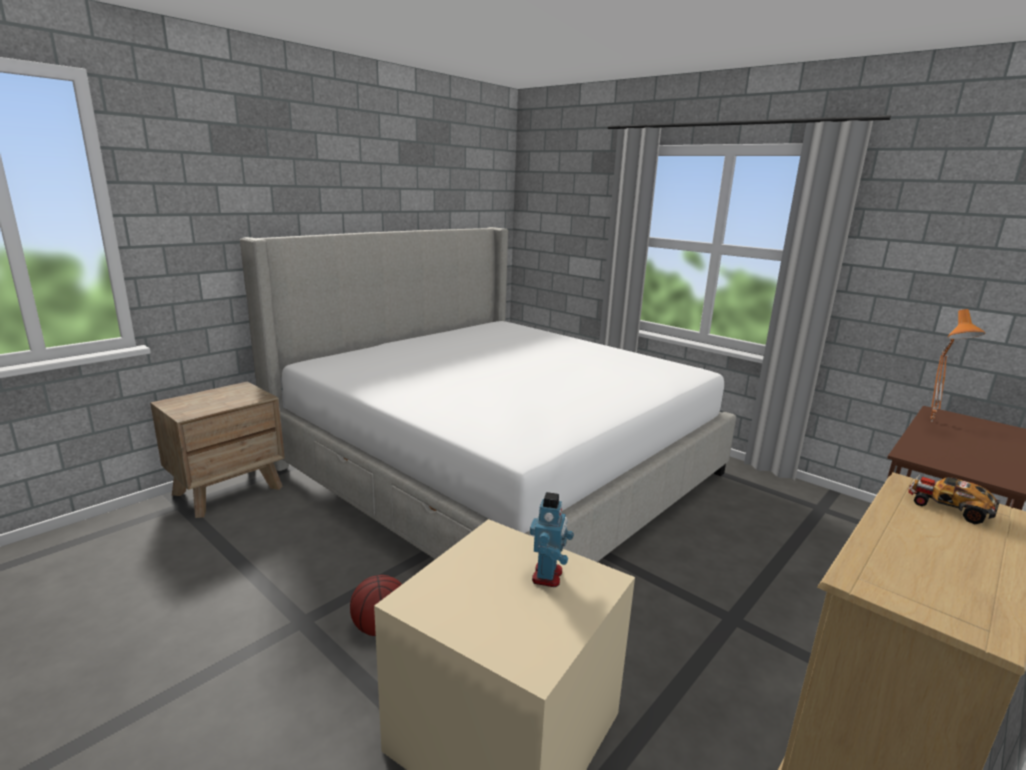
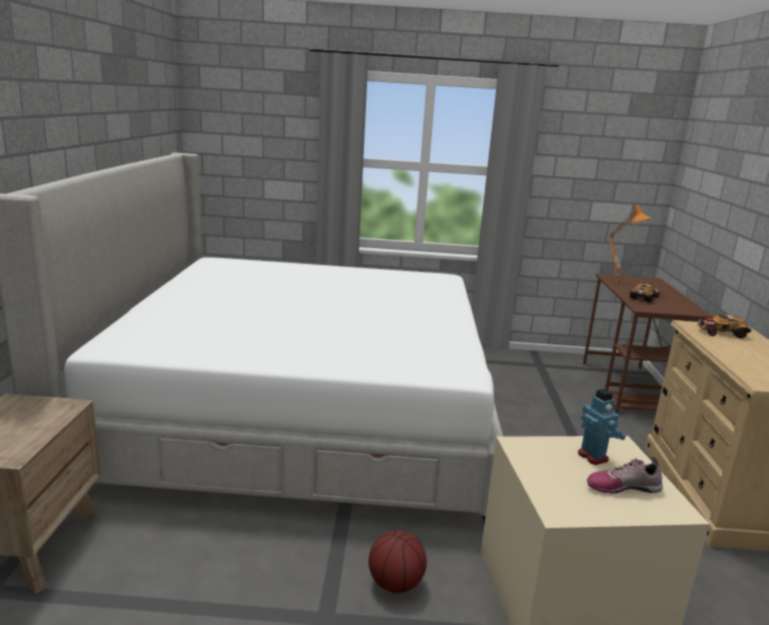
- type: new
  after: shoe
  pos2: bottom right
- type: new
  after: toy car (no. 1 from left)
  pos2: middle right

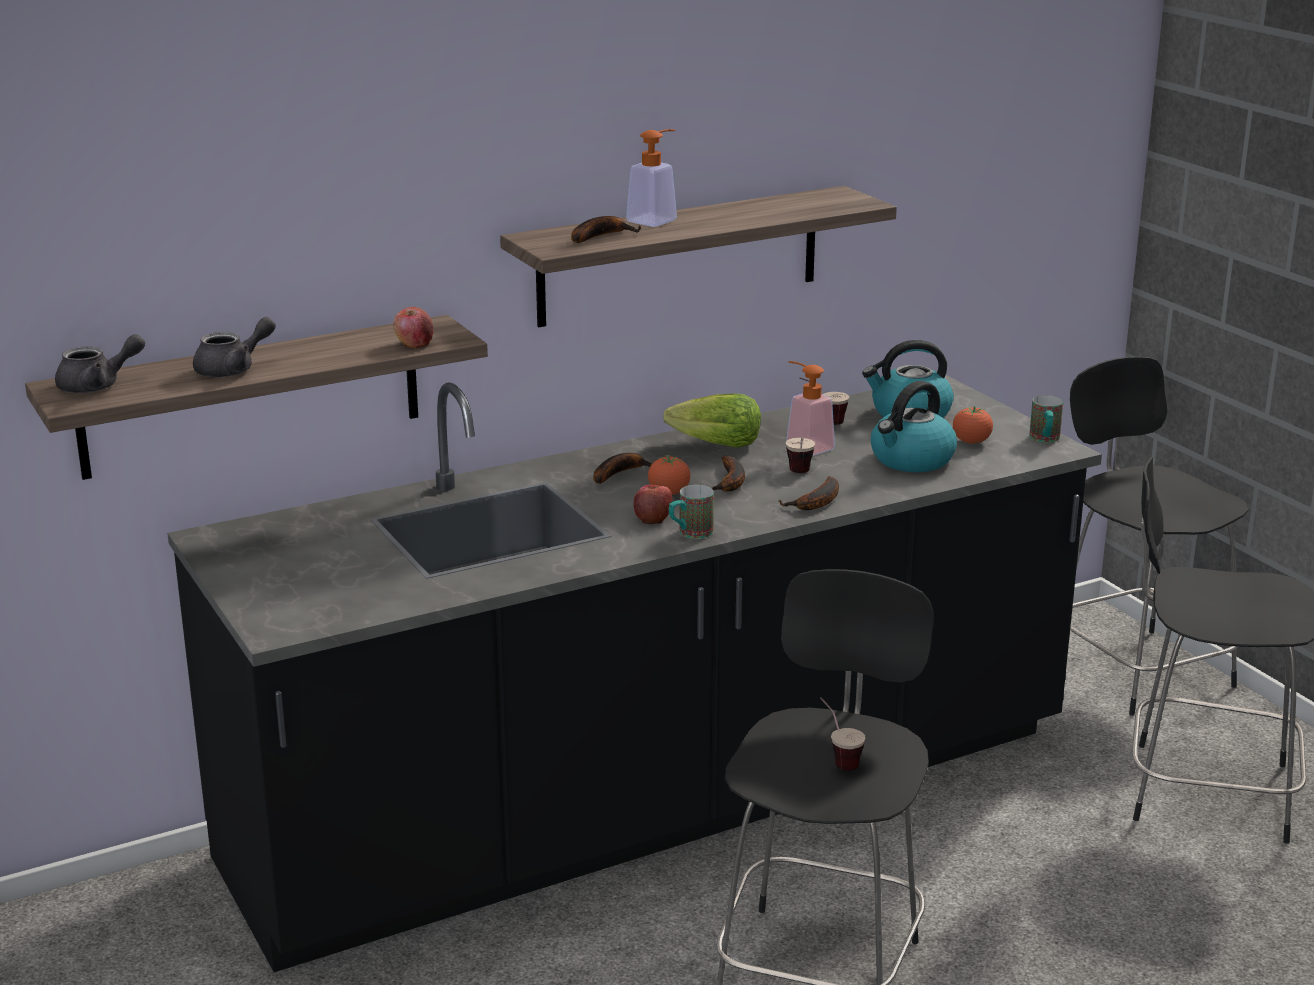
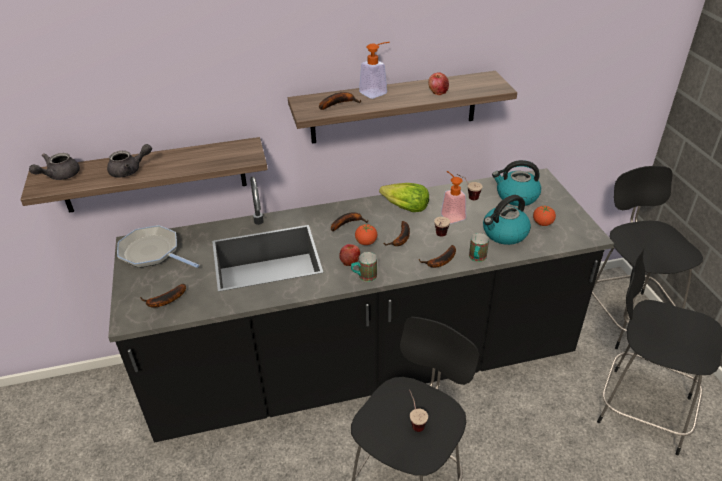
- type: new
  after: frying pan
  pos2: middle left
- type: new
  after: banana (no. 1 from left)
  pos2: middle left
- type: shifted
  before: apple (no. 1 from left in the first image)
  after: apple (no. 2 from left)
  pos1: top left
  pos2: top centre
- type: shifted
  before: mug (no. 2 from left)
  pos1: middle right
  pos2: centre
- type: rotated
  before: grey teapot (no. 1 from left)
  pos1: middle left
  pos2: middle left
  turn: 135

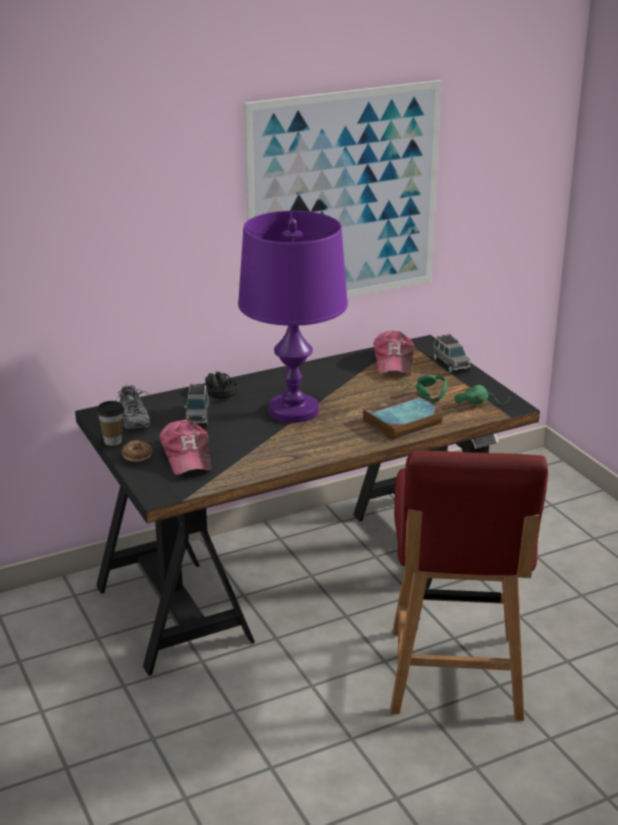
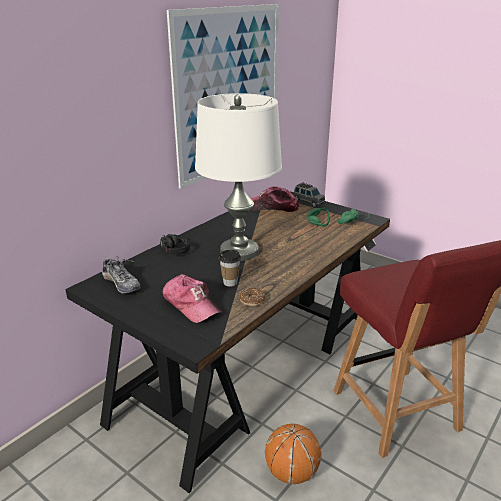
- type: gone
  before: grey toy car (no. 1 from left)
  pos1: middle left
- type: gone
  before: book
  pos1: centre
- type: new
  after: basketball
  pos2: bottom centre
- type: shifted
  before: cup
  pos1: middle left
  pos2: centre
- type: shifted
  before: donut
  pos1: middle left
  pos2: centre
- type: repainted
  before: purple table lamp
  after: white table lamp
  pos1: centre
  pos2: centre
- type: rotated
  before: cap (no. 2 from left)
  pos1: centre
  pos2: centre
  turn: 120

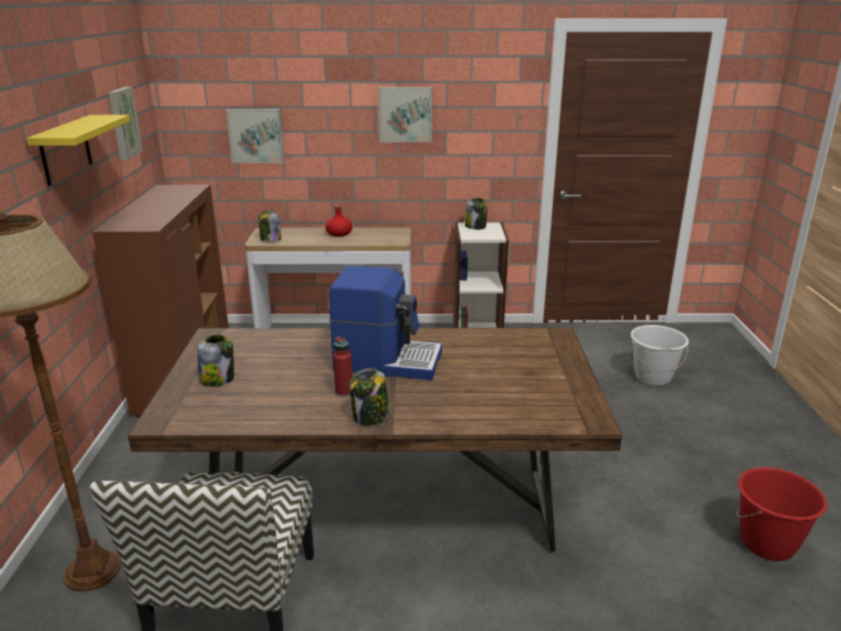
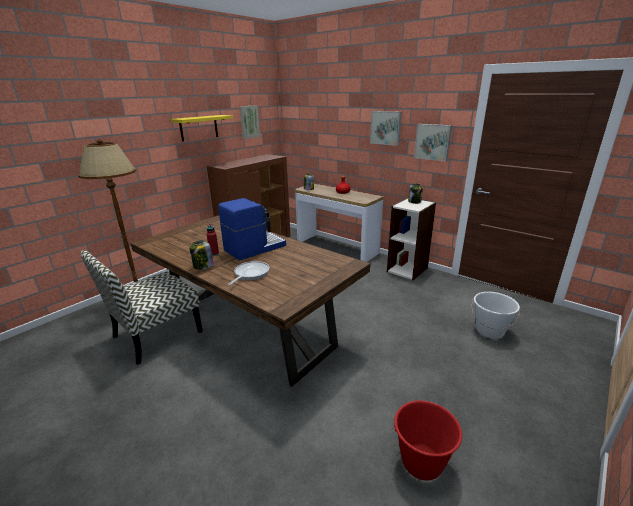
- type: gone
  before: jar (no. 1 from left)
  pos1: middle left
- type: new
  after: frying pan
  pos2: centre
- type: shifted
  before: picture (no. 2 from left in the first image)
  after: picture (no. 3 from left)
  pos1: top left
  pos2: top right
- type: rotated
  before: coffee machine
  pos1: centre
  pos2: centre
  turn: -90

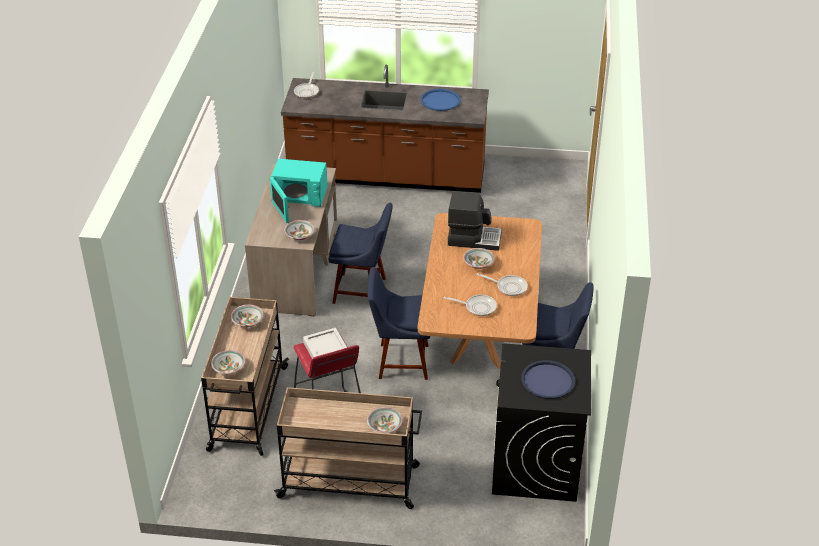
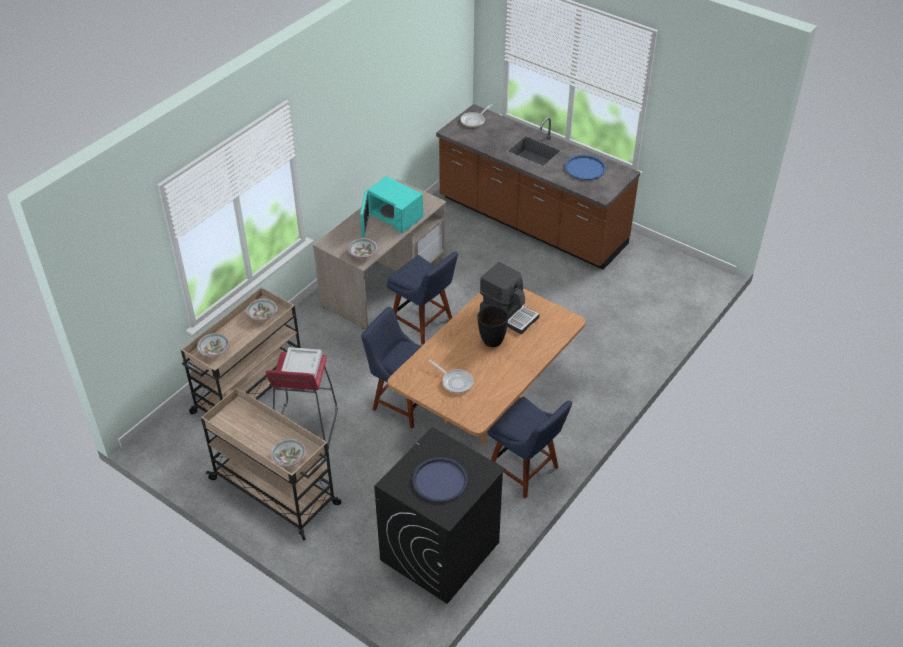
- type: gone
  before: frying pan (no. 3 from left)
  pos1: centre
- type: swapped
  before: bowl (no. 5 from left)
  after: black vase
  pos1: centre
  pos2: centre

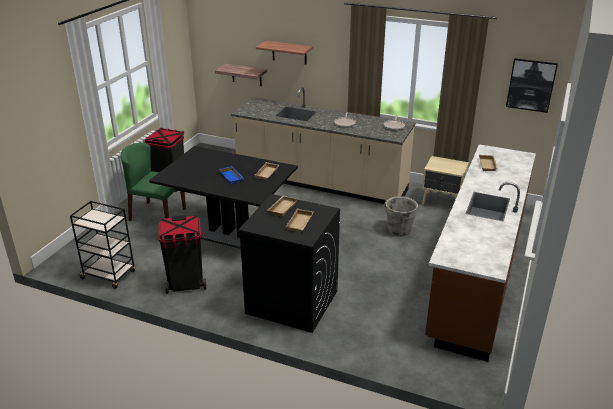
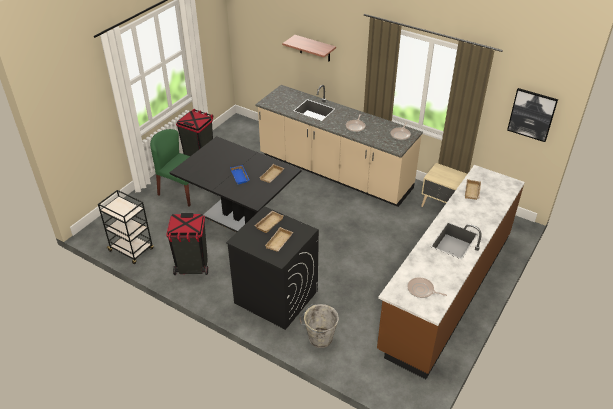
- type: gone
  before: shelf (no. 1 from left)
  pos1: top centre
- type: new
  after: frying pan (no. 3 from left)
  pos2: bottom right
- type: shifted
  before: grey bucket
  pos1: centre
  pos2: bottom centre

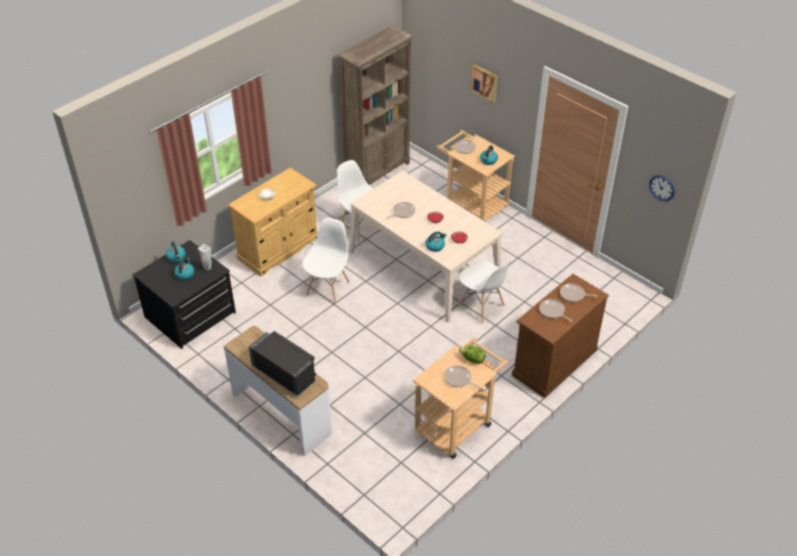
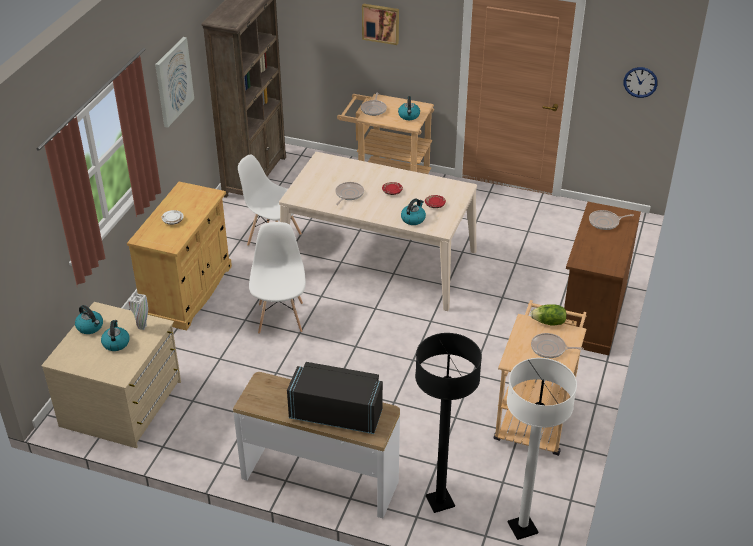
- type: gone
  before: white chair (no. 3 from left)
  pos1: centre
- type: gone
  before: frying pan (no. 4 from left)
  pos1: middle right
- type: new
  after: picture (no. 1 from left)
  pos2: top left
- type: new
  after: black floor lamp
  pos2: bottom centre
- type: new
  after: white floor lamp
  pos2: bottom right
- type: repainted
  before: black dresser
  after: beige dresser
  pos1: middle left
  pos2: bottom left

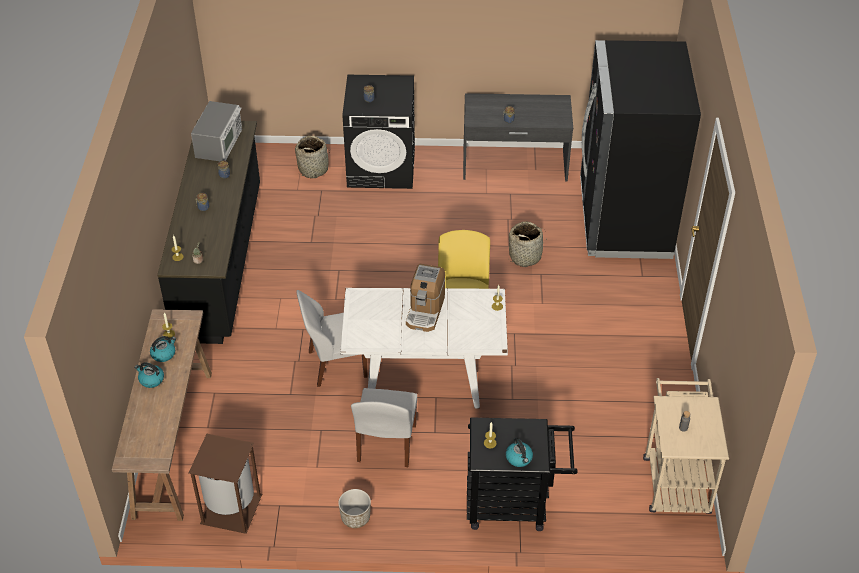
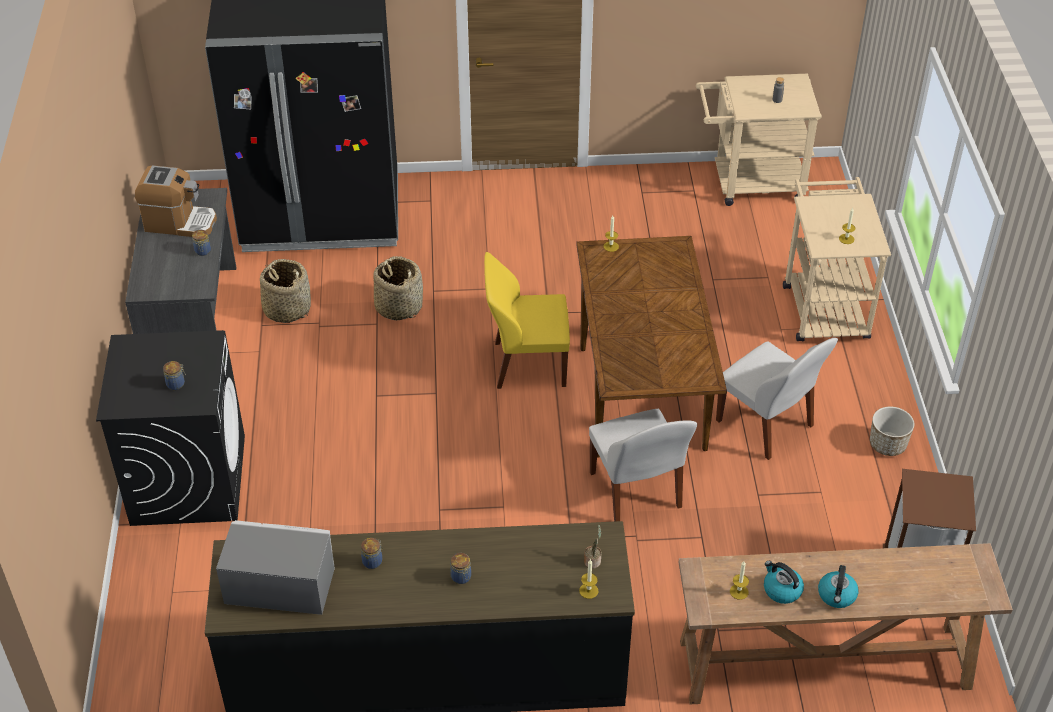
- type: gone
  before: kettle (no. 3 from left)
  pos1: bottom centre
- type: shifted
  before: basket (no. 1 from left)
  pos1: top centre
  pos2: middle left
- type: shifted
  before: coffee machine
  pos1: centre
  pos2: top left
- type: repainted
  before: white dining table
  after: brown dining table
  pos1: centre
  pos2: centre
- type: repainted
  before: black cart
  after: beige cart (no. 2 from left)
  pos1: bottom centre
  pos2: middle right
- type: rotated
  before: white chair (no. 2 from left)
  pos1: bottom centre
  pos2: middle right
  turn: 45

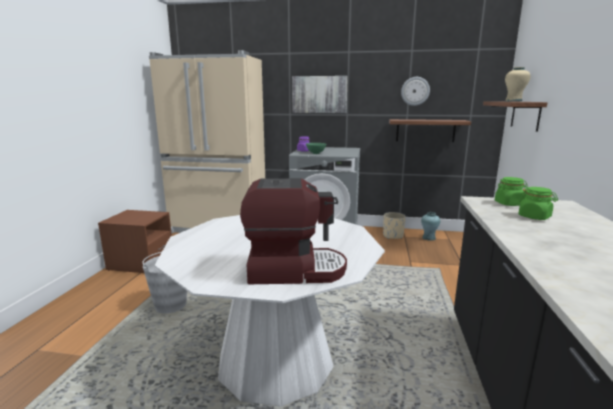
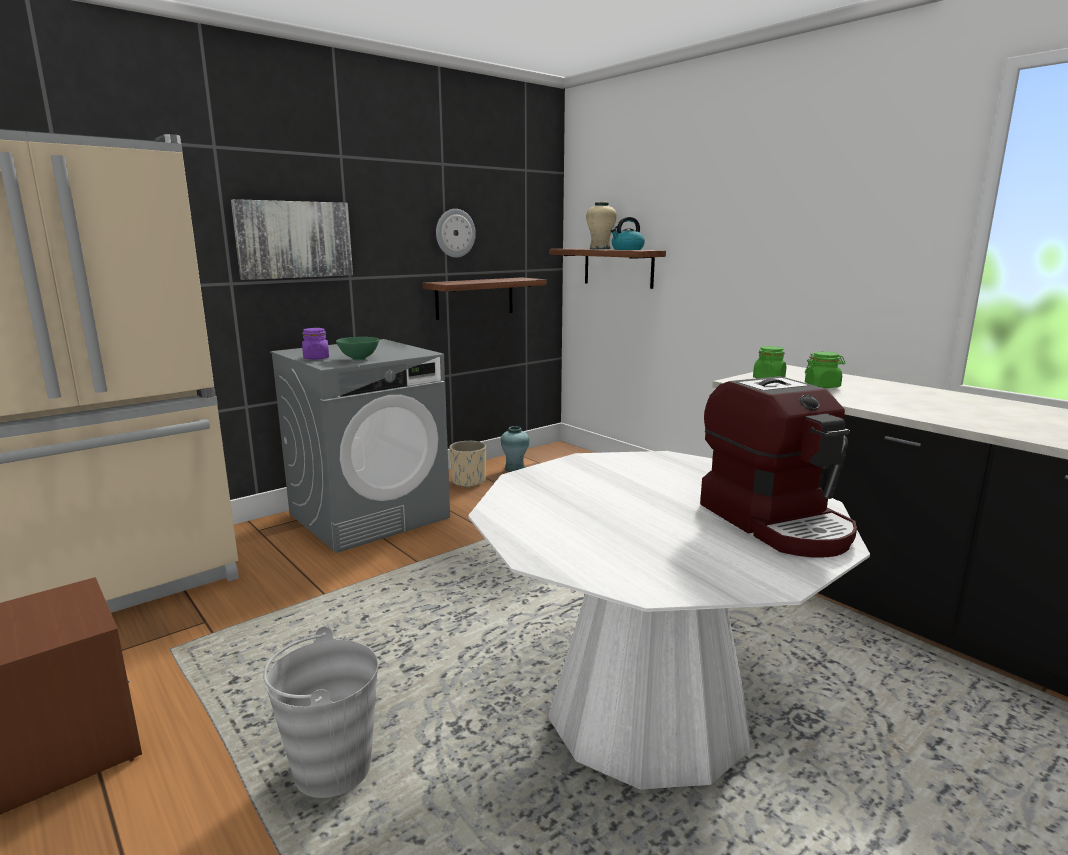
- type: new
  after: kettle
  pos2: top centre
- type: rotated
  before: coffee machine
  pos1: centre
  pos2: middle right
  turn: 120

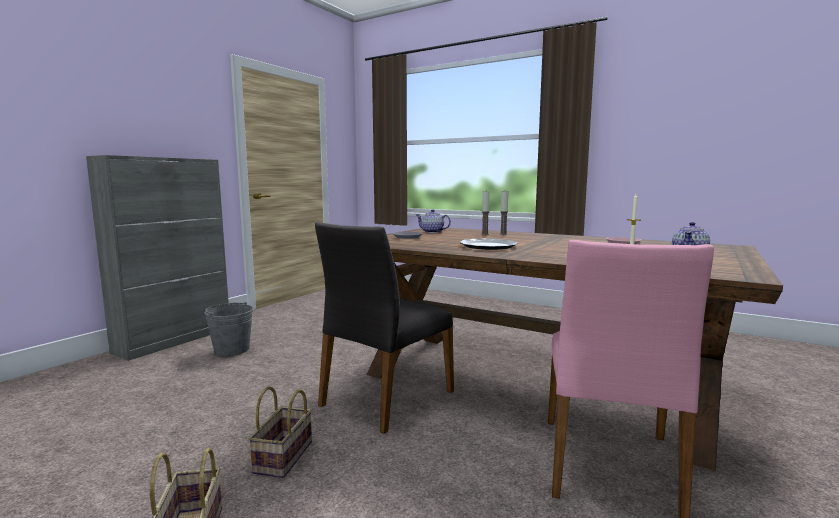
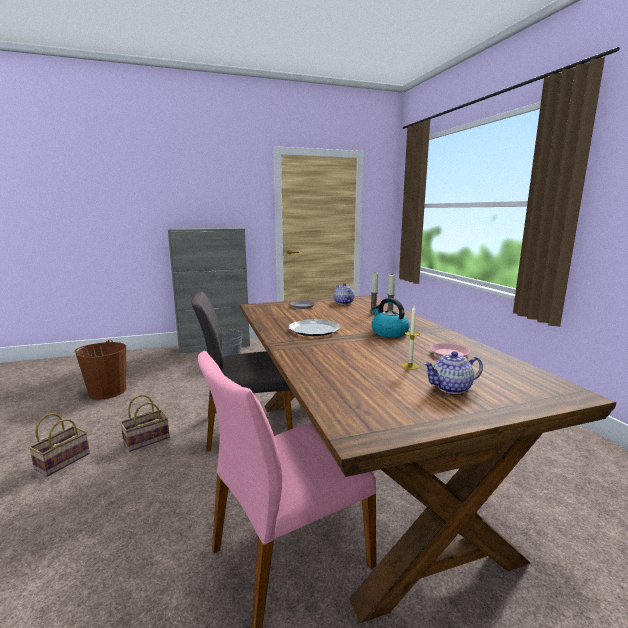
- type: new
  after: brown bucket
  pos2: middle left
- type: new
  after: kettle
  pos2: centre

